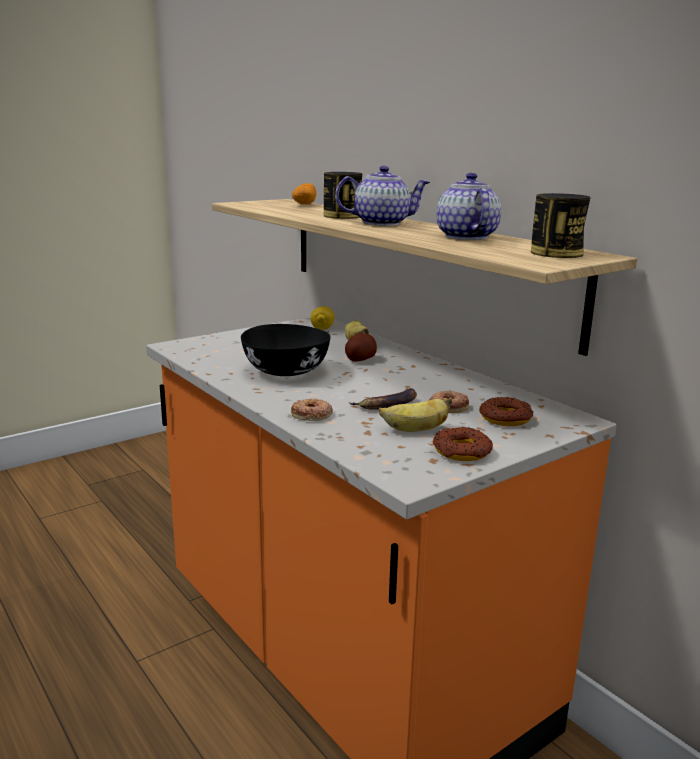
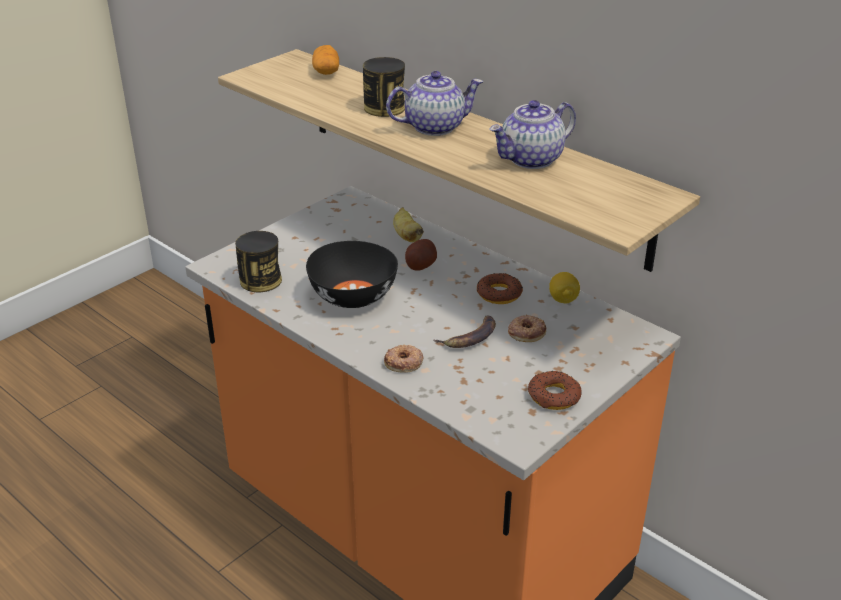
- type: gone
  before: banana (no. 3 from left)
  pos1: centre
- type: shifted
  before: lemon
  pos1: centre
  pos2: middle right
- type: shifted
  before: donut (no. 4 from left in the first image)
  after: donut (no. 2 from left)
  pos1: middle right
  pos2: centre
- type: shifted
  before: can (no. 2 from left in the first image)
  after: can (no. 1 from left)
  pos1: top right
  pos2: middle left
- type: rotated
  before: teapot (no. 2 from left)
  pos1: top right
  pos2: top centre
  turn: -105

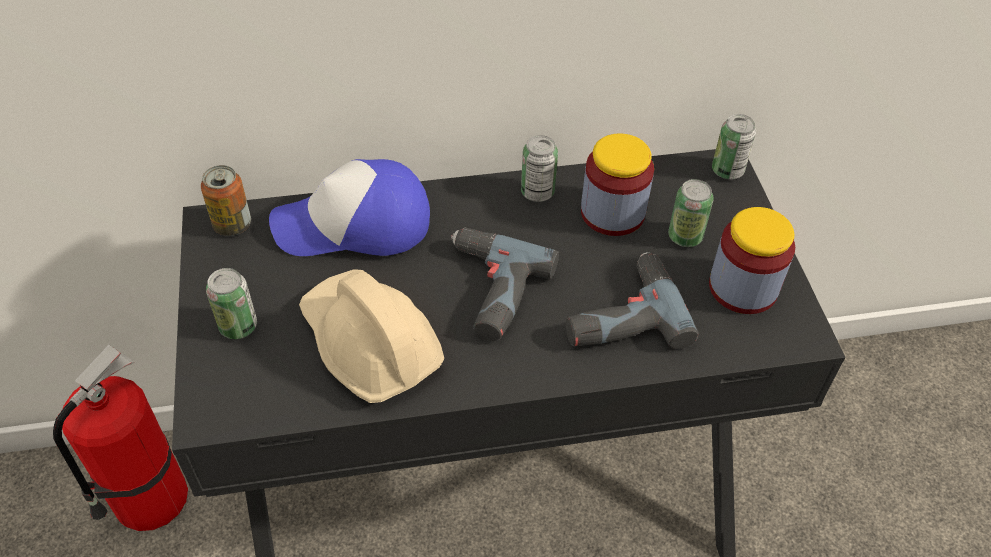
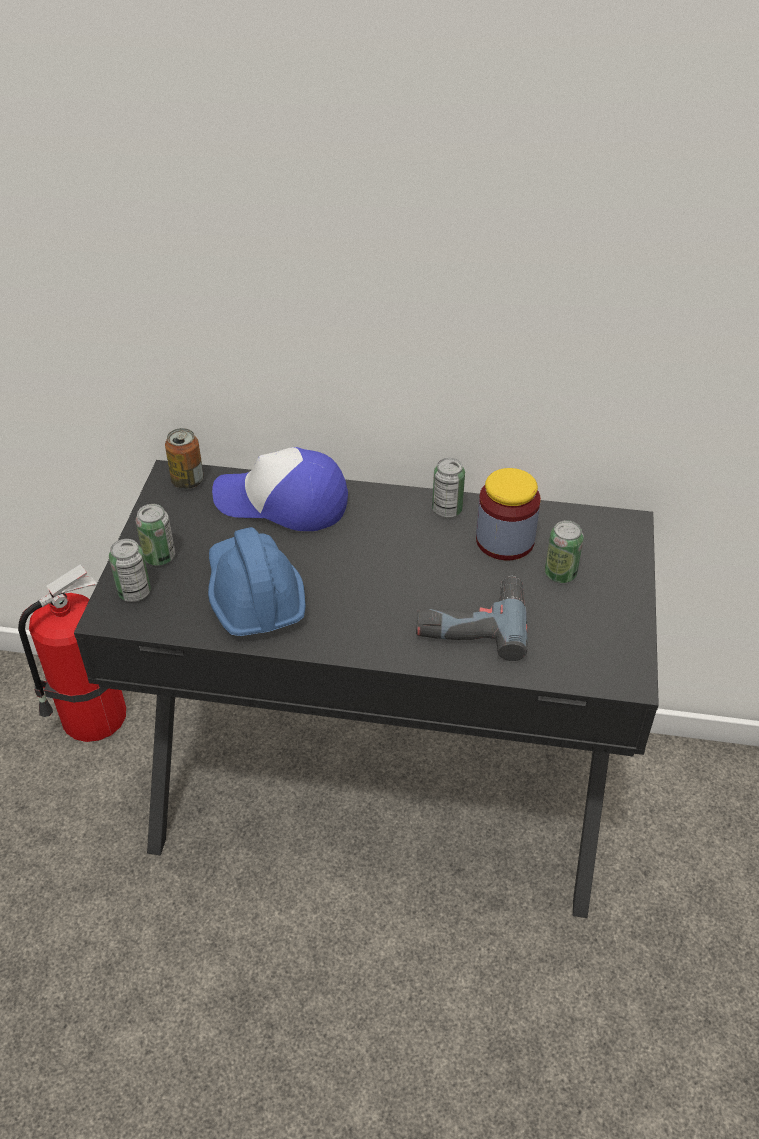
- type: gone
  before: power drill (no. 1 from left)
  pos1: centre
- type: gone
  before: jar (no. 2 from left)
  pos1: middle right
- type: shifted
  before: can (no. 5 from left in the first image)
  after: can (no. 1 from left)
  pos1: top right
  pos2: middle left
- type: repainted
  before: beige hard hat
  after: blue hard hat
  pos1: centre
  pos2: centre

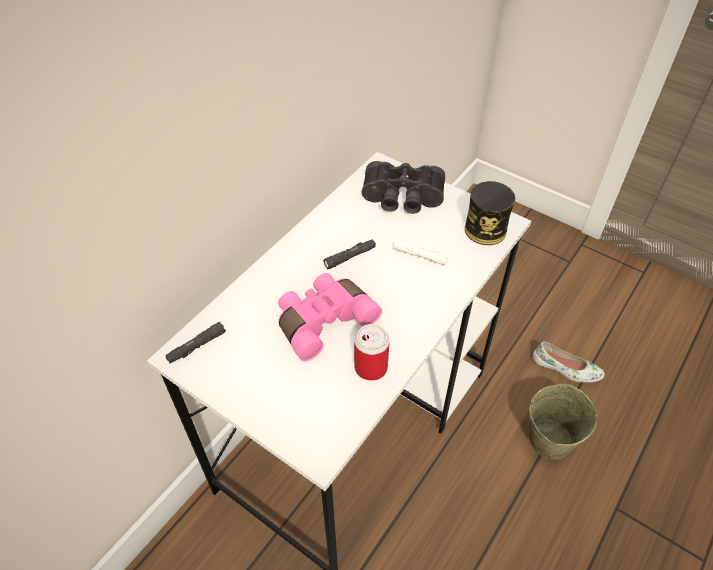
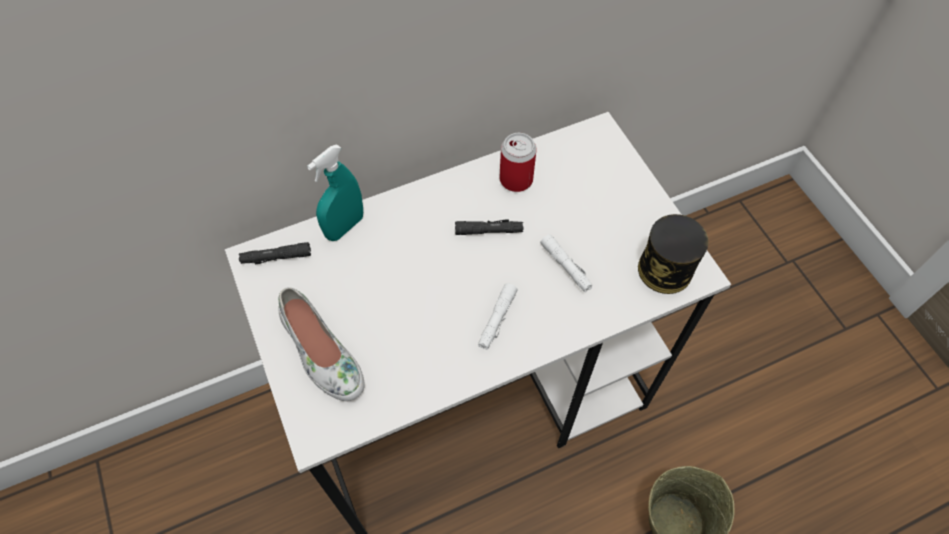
- type: gone
  before: pink binoculars
  pos1: centre
- type: gone
  before: black binoculars
  pos1: top centre
- type: new
  after: turquoise spray bottle
  pos2: centre
- type: new
  after: white flashlight (no. 1 from left)
  pos2: centre
- type: shifted
  before: can (no. 1 from left)
  pos1: centre
  pos2: top centre
- type: shifted
  before: white shoe
  pos1: middle right
  pos2: centre

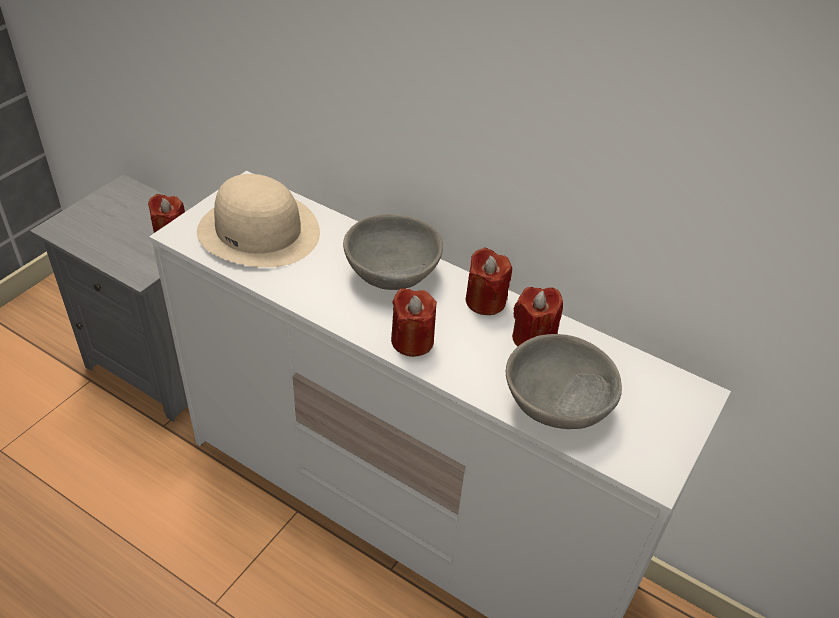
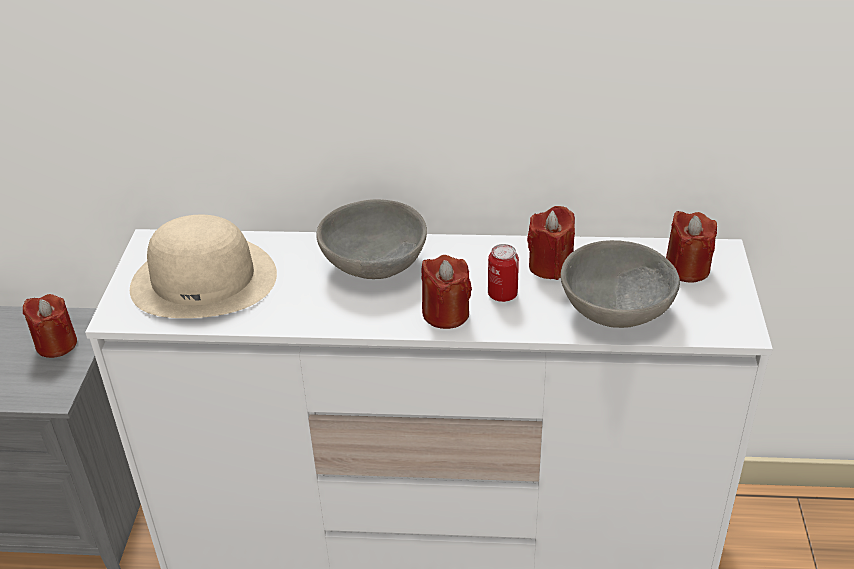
- type: new
  after: can
  pos2: centre
- type: shifted
  before: red candle (no. 3 from left in the first image)
  after: red candle (no. 4 from left)
  pos1: centre
  pos2: middle right

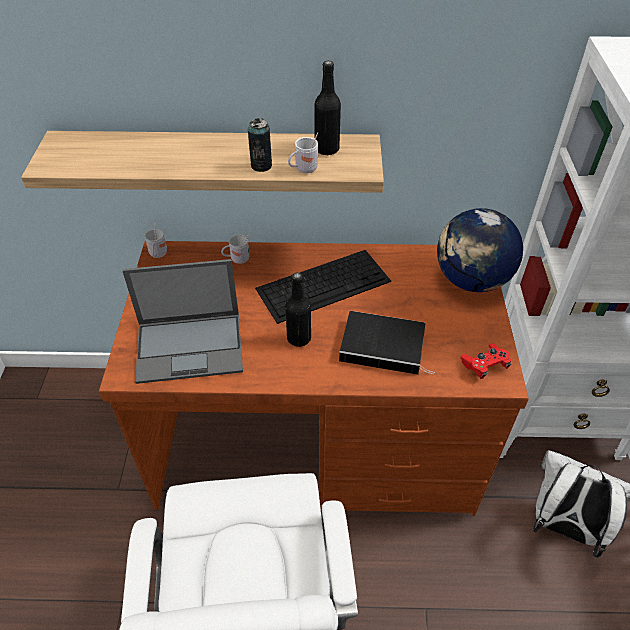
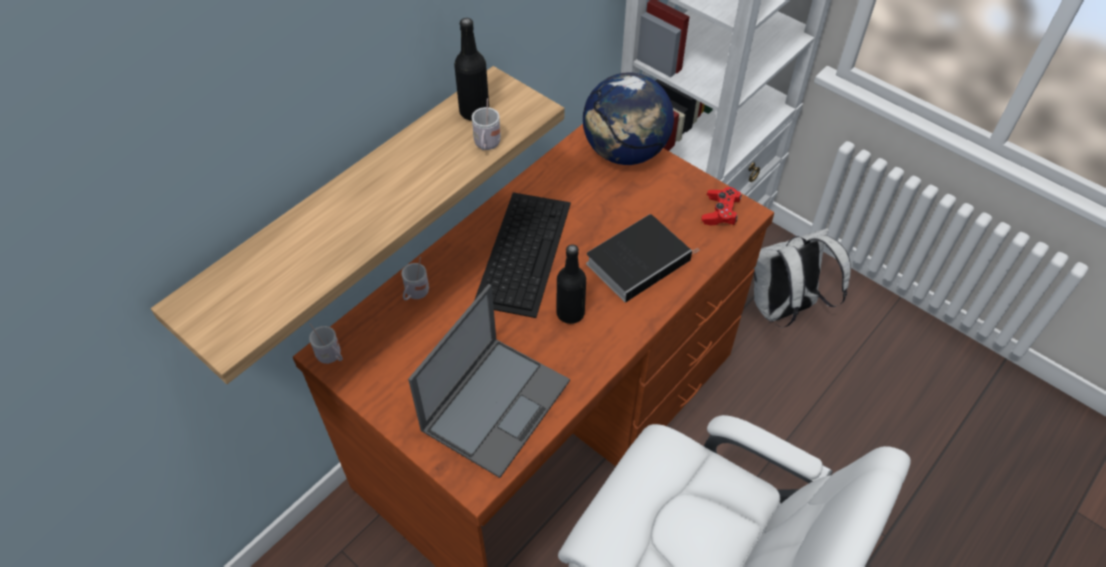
- type: gone
  before: can
  pos1: top centre

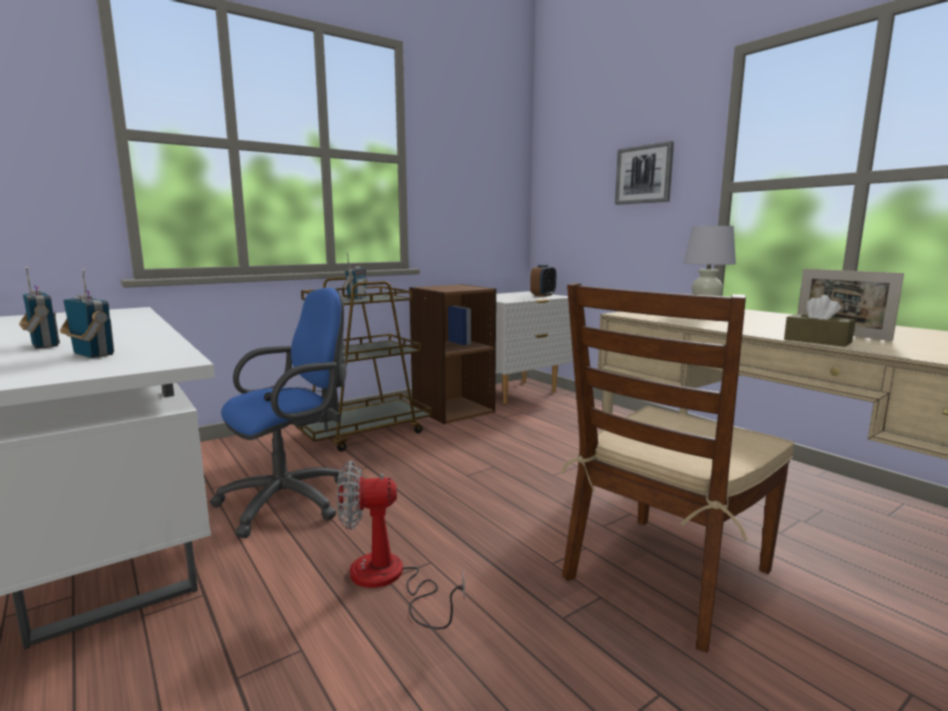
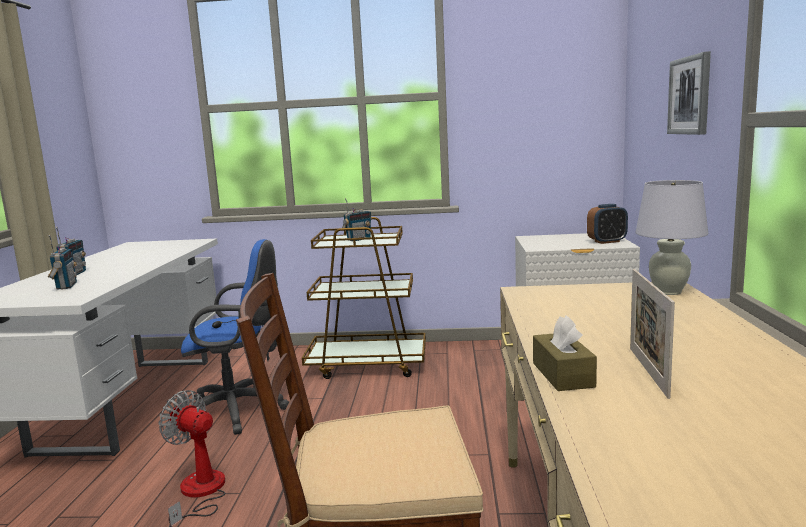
- type: gone
  before: brown bookcase
  pos1: centre

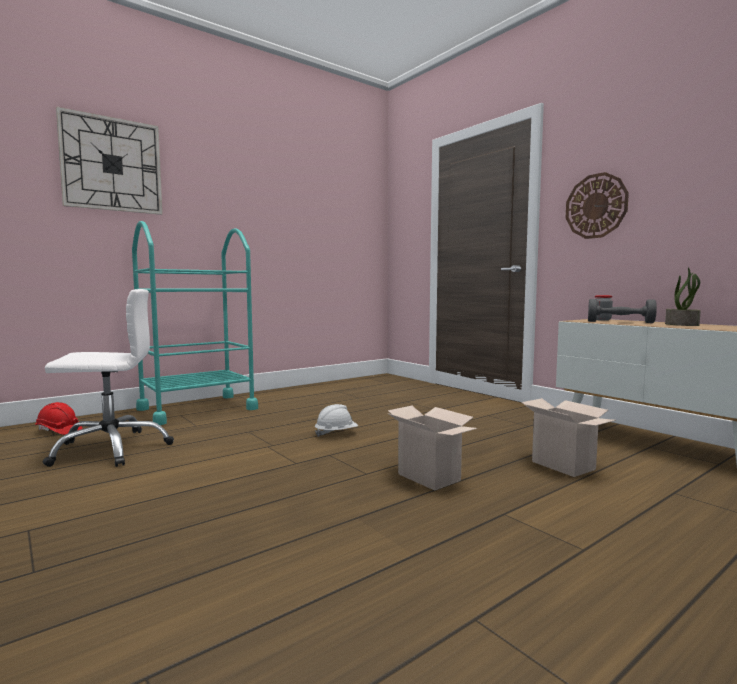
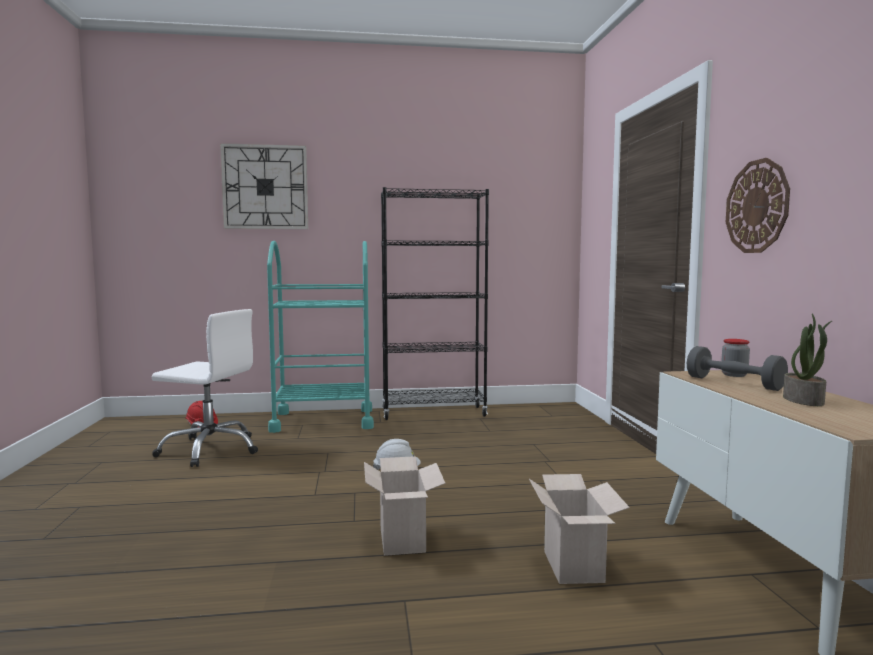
- type: new
  after: black bookcase
  pos2: centre

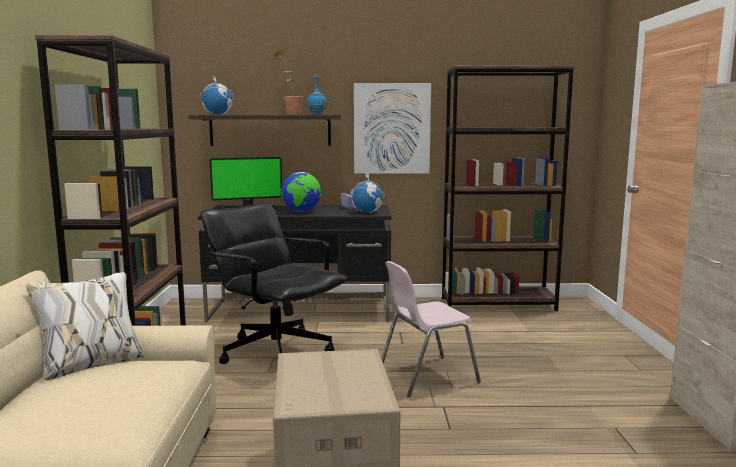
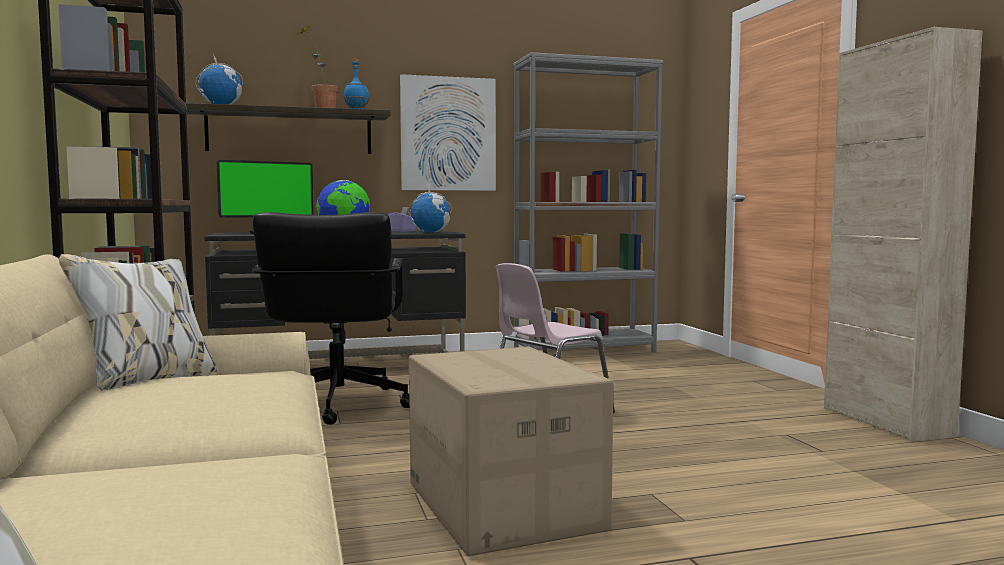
- type: repainted
  before: brown bookcase (no. 2 from left)
  after: grey bookcase
  pos1: middle right
  pos2: centre
- type: rotated
  before: black office chair
  pos1: centre
  pos2: middle left
  turn: -120

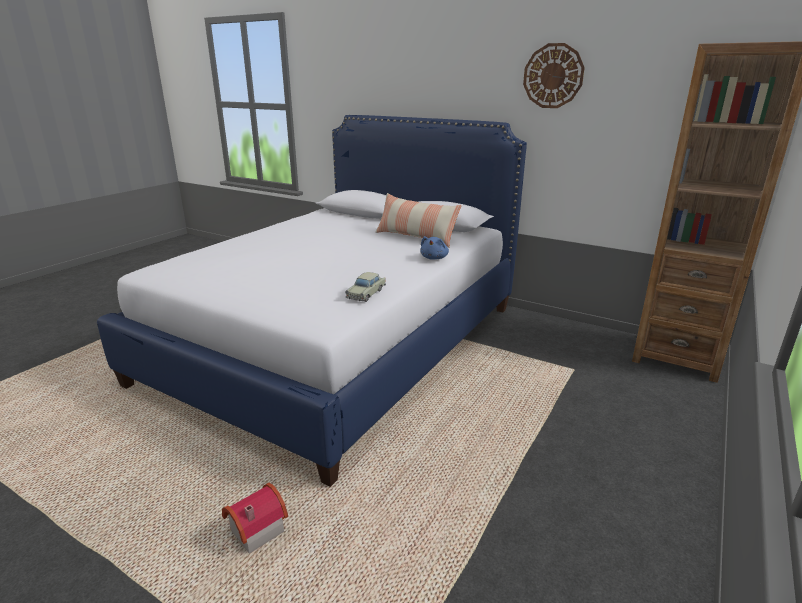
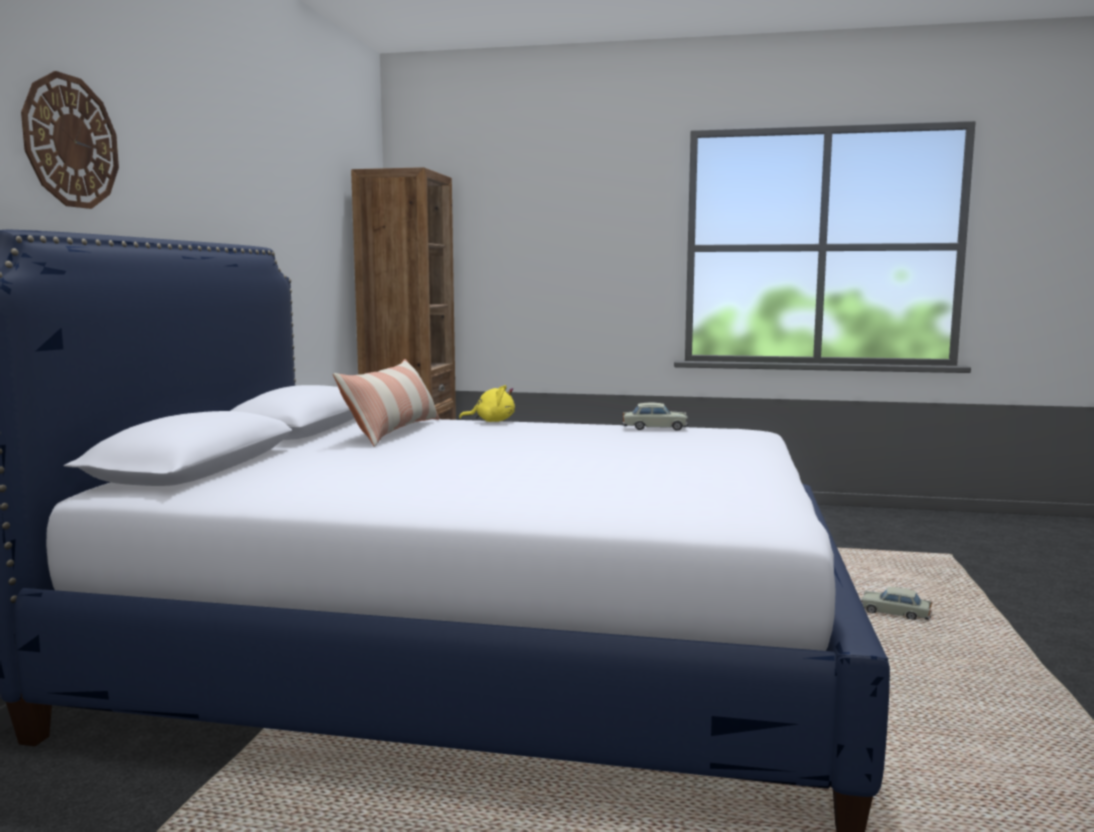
- type: shifted
  before: wall clock
  pos1: top right
  pos2: top left
- type: swapped
  before: toy house
  after: beige toy car (no. 2 from left)
  pos1: bottom left
  pos2: bottom right
- type: repainted
  before: blue plush toy
  after: yellow plush toy
  pos1: centre
  pos2: centre

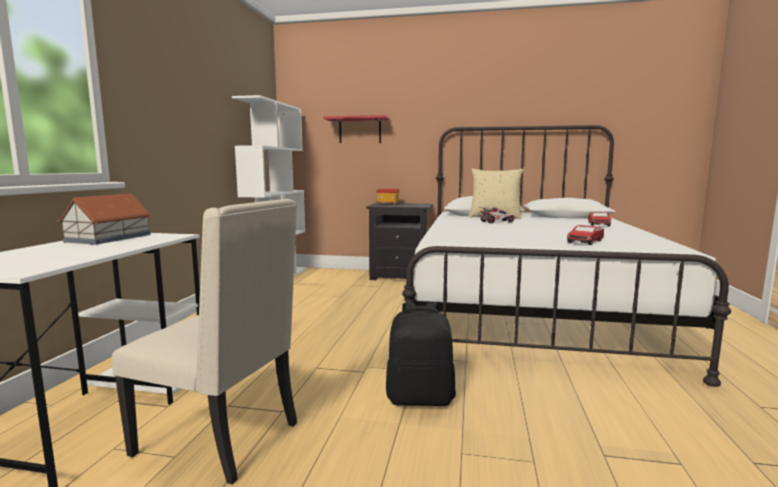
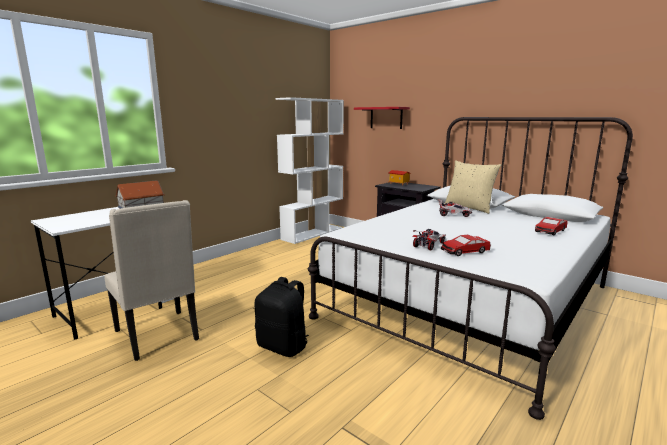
- type: new
  after: toy car (no. 1 from left)
  pos2: centre

